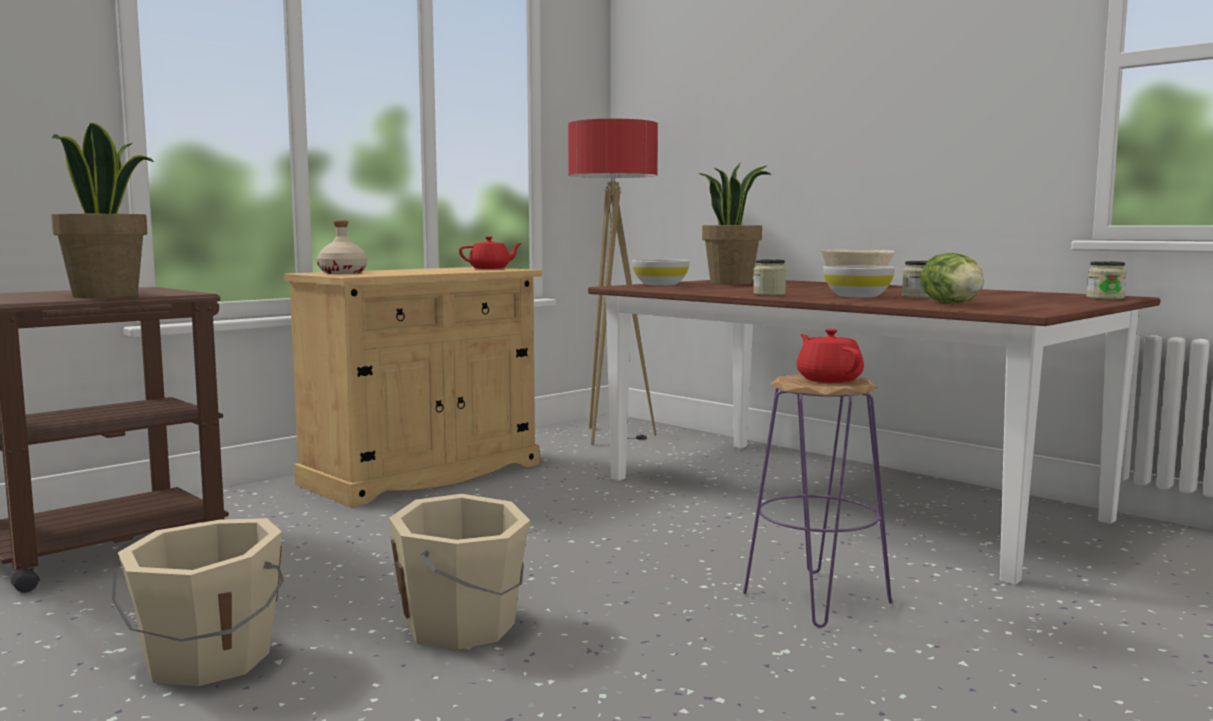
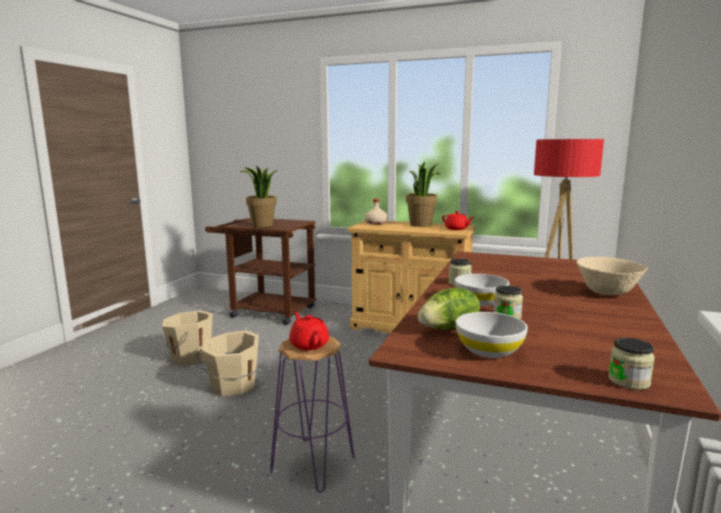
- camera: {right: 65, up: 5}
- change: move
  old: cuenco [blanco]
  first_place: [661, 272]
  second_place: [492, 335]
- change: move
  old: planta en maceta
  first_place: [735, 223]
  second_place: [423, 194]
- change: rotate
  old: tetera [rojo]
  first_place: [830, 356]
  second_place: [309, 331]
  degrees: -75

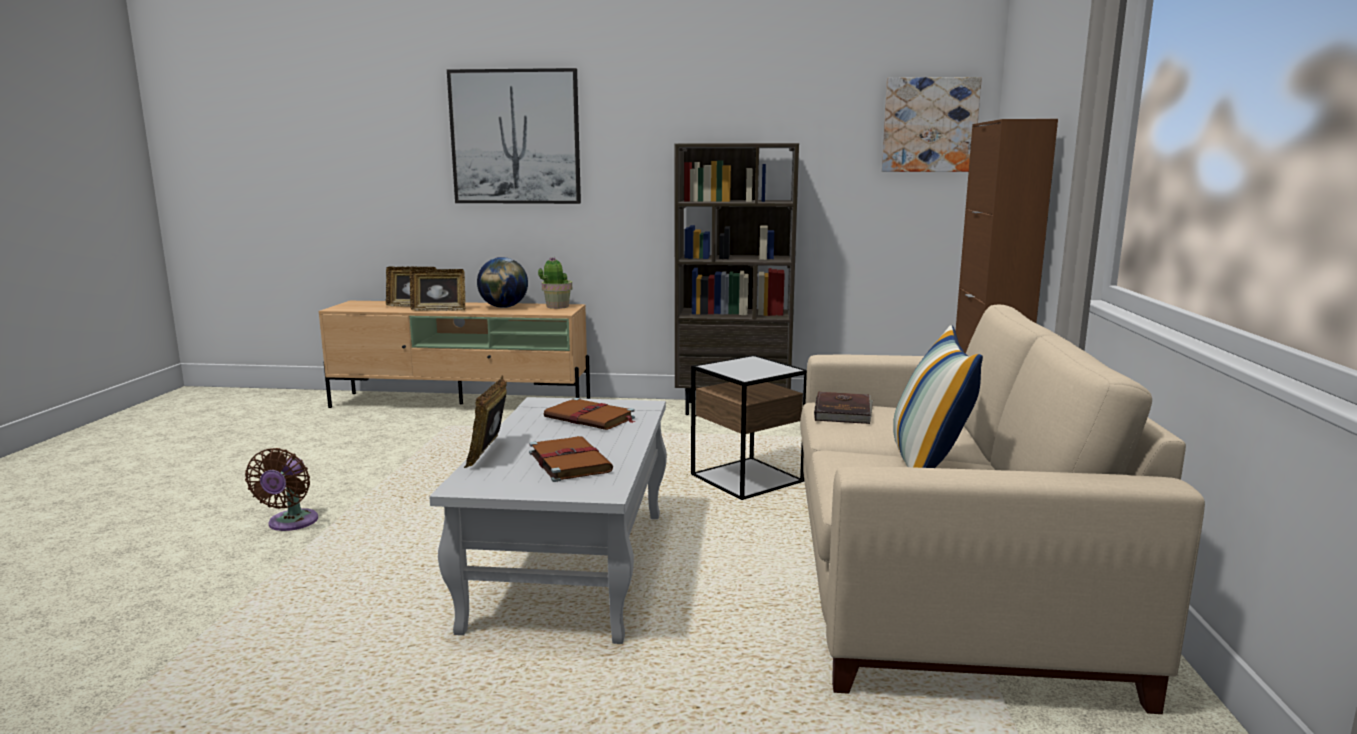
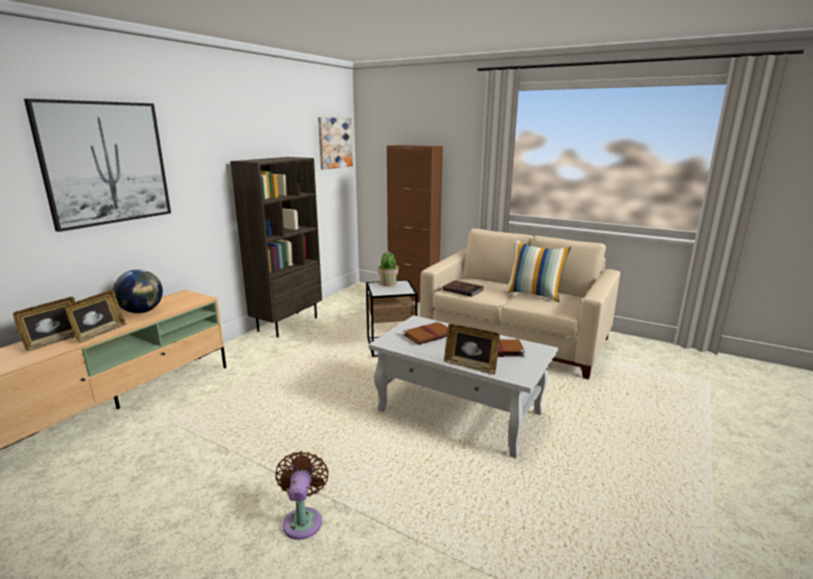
- camera: {right: -65, up: 5}
- change: move
  old: planta en maceta
  first_place: [555, 283]
  second_place: [388, 268]
- change: rotate
  old: ventilador [marrón]
  first_place: [281, 489]
  second_place: [302, 495]
  degrees: -120

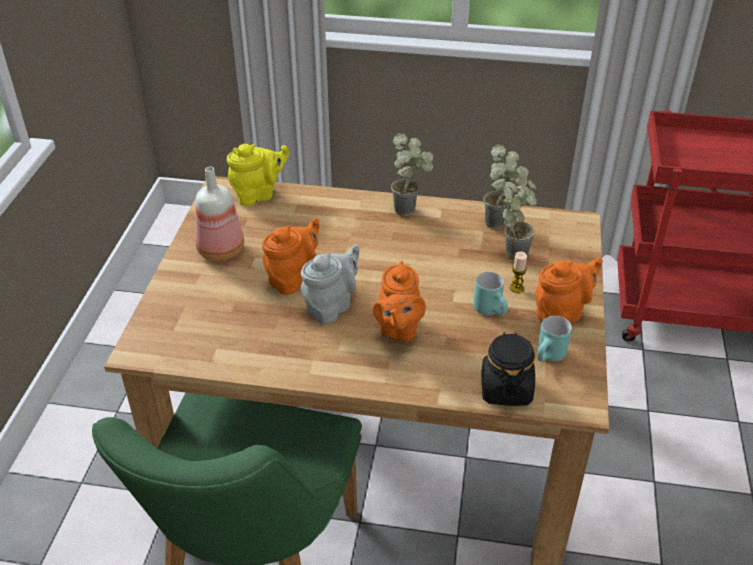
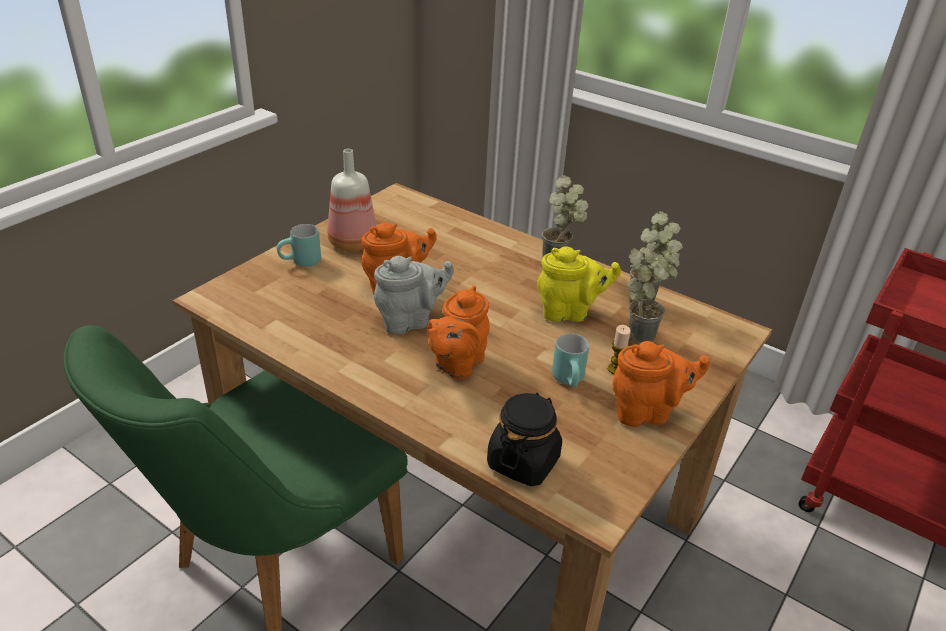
- camera: {right: 25, up: -5}
- change: move
  old: tetera [amarillo]
  first_place: [258, 175]
  second_place: [579, 284]
- change: move
  old: taza grande [turquesa]
  first_place: [554, 339]
  second_place: [299, 245]

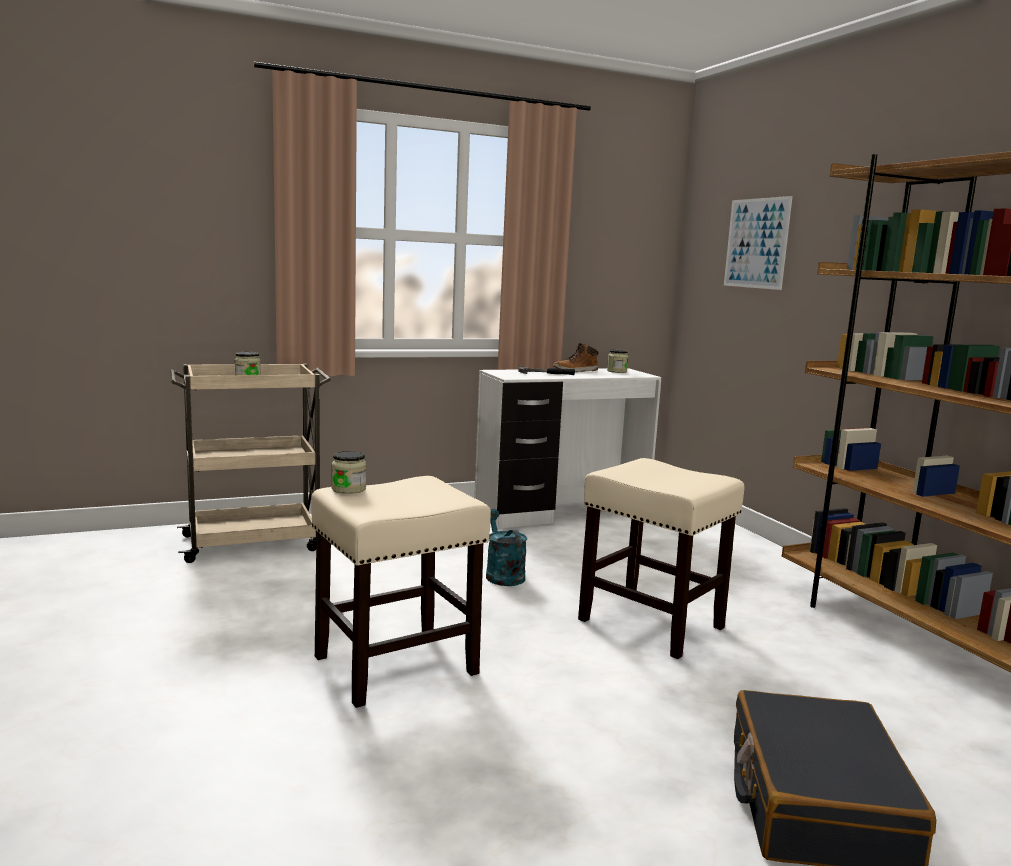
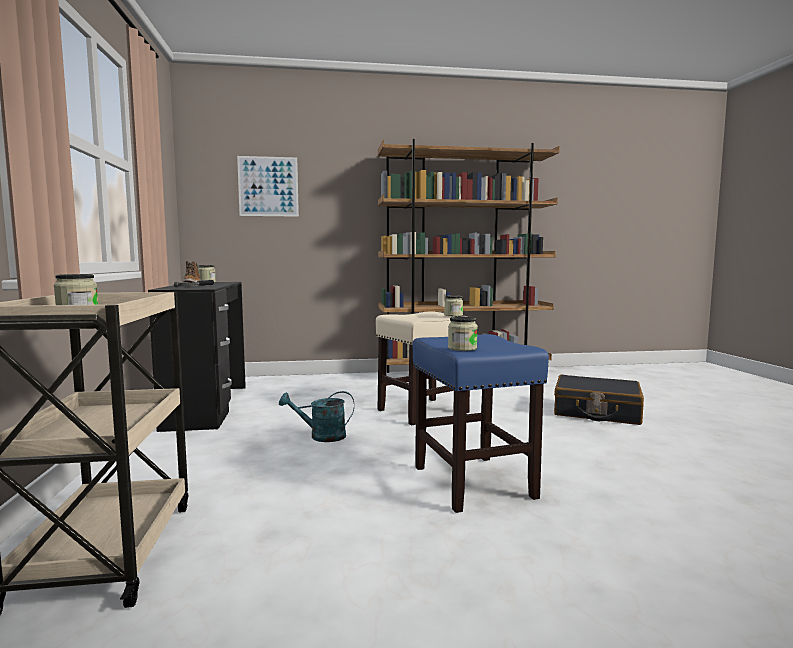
- camera: {right: -75, up: -5}
- change: insert
  new: tarro
  second_place: [453, 305]
- change: recolor
  old: taburete [beis]
  new: taburete [azul]
  first_place: [401, 592]
  second_place: [480, 423]
- change: recolor
  old: escritorio [blanco]
  new: escritorio [negro]
  first_place: [567, 448]
  second_place: [197, 357]

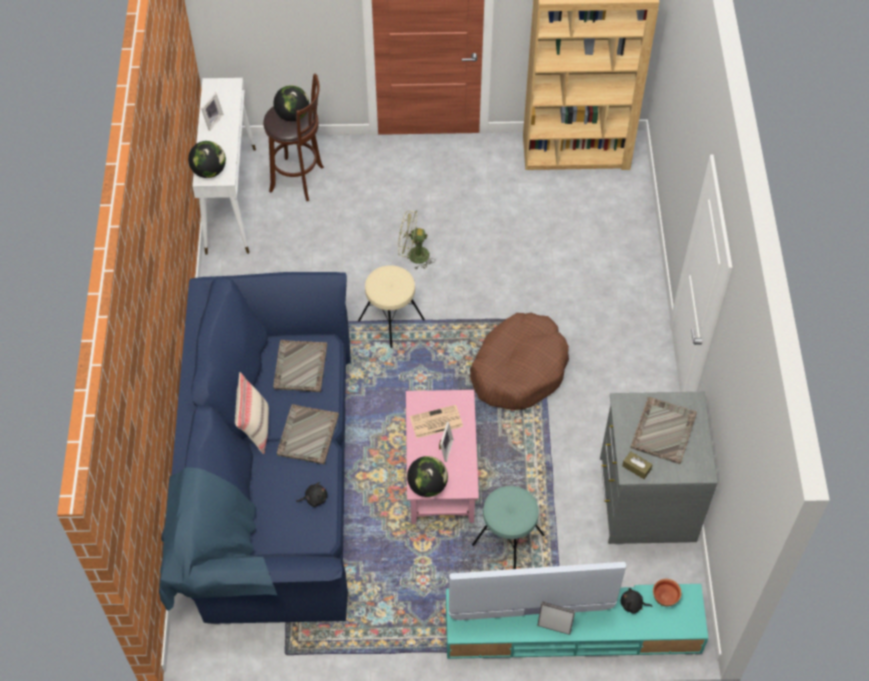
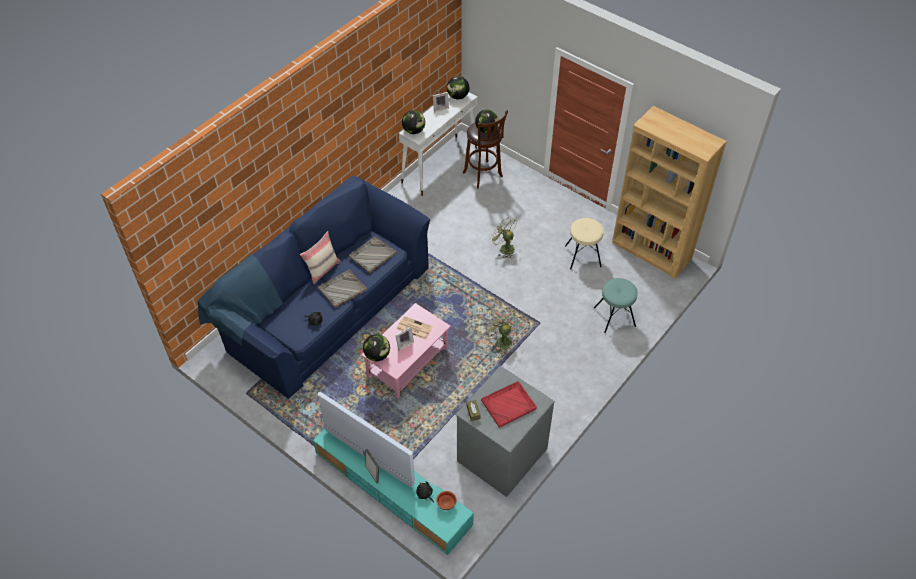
- camera: {right: 40, up: -5}
- change: insert
  new: globo terráqueo
  second_place: [458, 87]
- change: move
  old: taburete [beis]
  first_place: [391, 306]
  second_place: [584, 244]
- change: move
  old: taburete [turquesa]
  first_place: [508, 527]
  second_place: [616, 305]
- change: replace
  old: cama para perro [marrón]
  new: ventilador [verde]
  first_place: [519, 361]
  second_place: [501, 331]
- change: recolor
  old: bandeja [gris]
  new: bandeja [rojo]
  first_place: [664, 430]
  second_place: [509, 404]

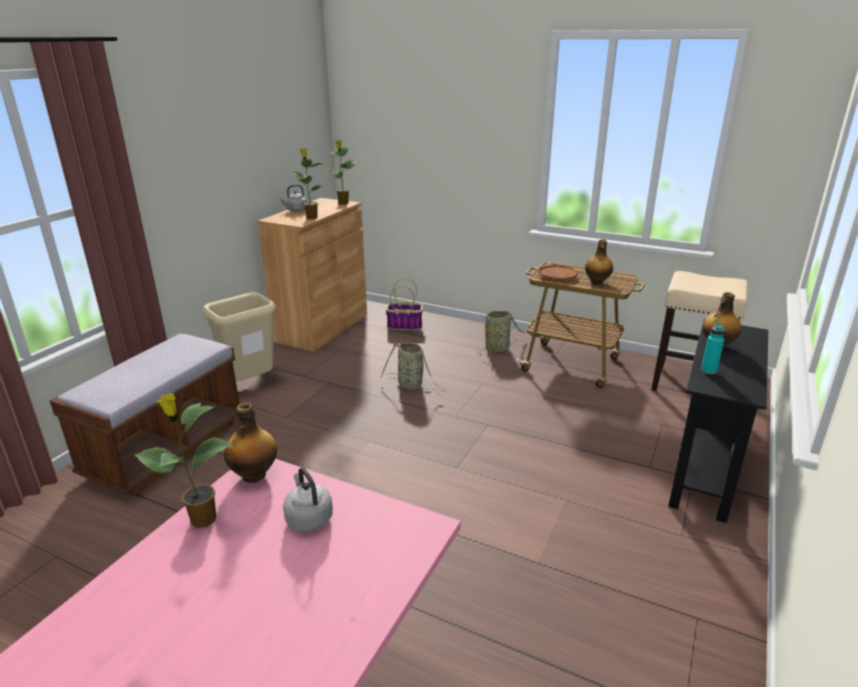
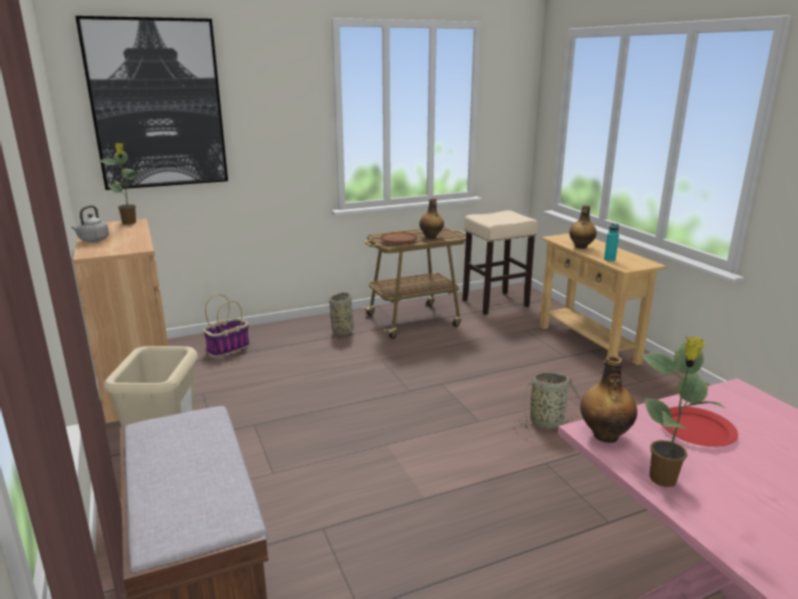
- camera: {right: -50, up: -5}
- change: delete
  old: planta en maceta
  first_place: [307, 183]
- change: insert
  new: cuadro
  second_place: [151, 103]
- change: move
  old: cesta
  first_place: [412, 367]
  second_place: [547, 400]
- change: replace
  old: hervidor [gris]
  new: plato [rojo]
  first_place: [308, 499]
  second_place: [699, 426]
- change: recolor
  old: mesa consola [negro]
  new: mesa consola [beis]
  first_place: [718, 421]
  second_place: [603, 299]

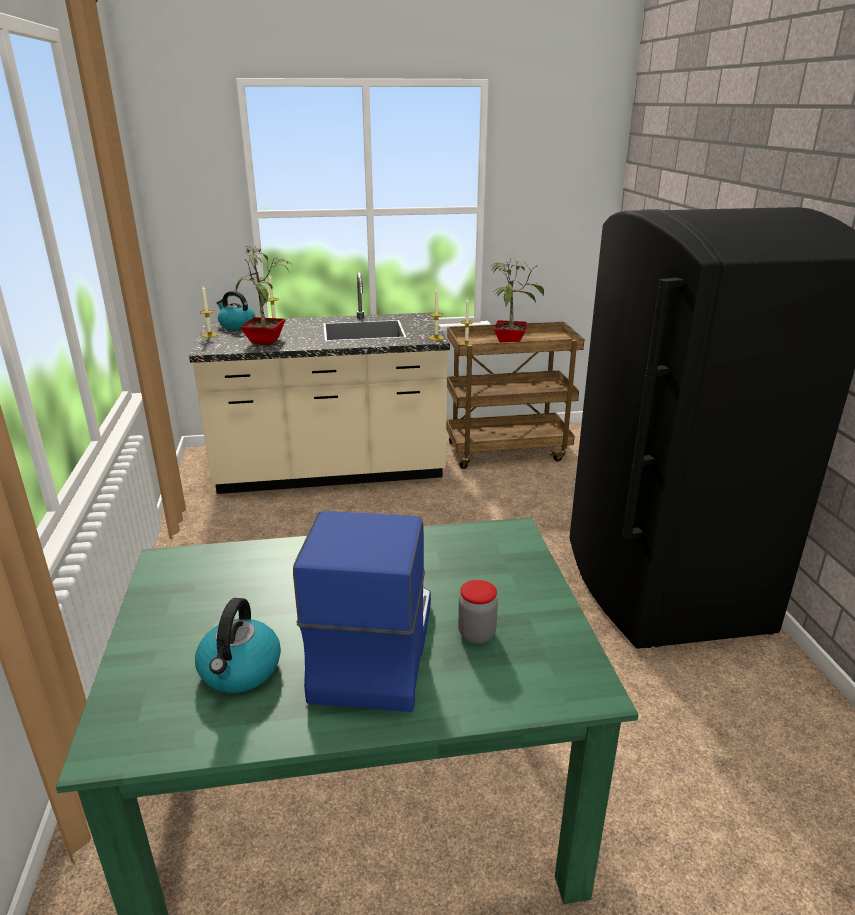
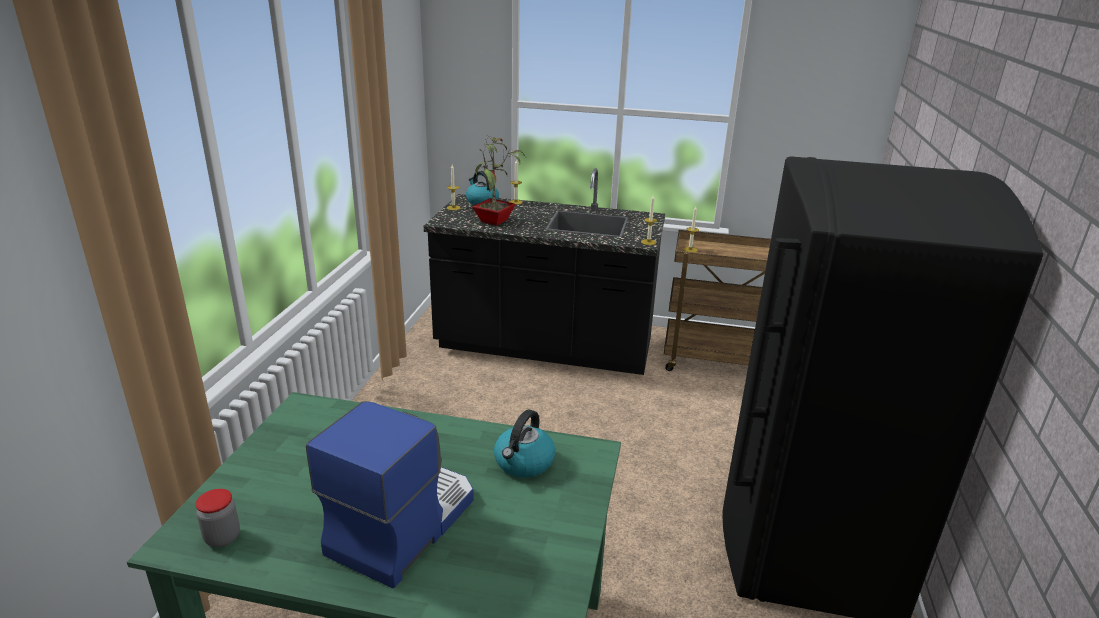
- camera: {right: 20, up: 0}
- change: delete
  old: planta en maceta
  first_place: [516, 301]
- change: move
  old: hervidor
  first_place: [238, 645]
  second_place: [524, 443]
- change: move
  old: tarro
  first_place: [478, 612]
  second_place: [218, 518]
- change: recolor
  old: mueble bajo de cocina [beis]
  new: mueble bajo de cocina [negro]
  first_place: [319, 383]
  second_place: [544, 271]

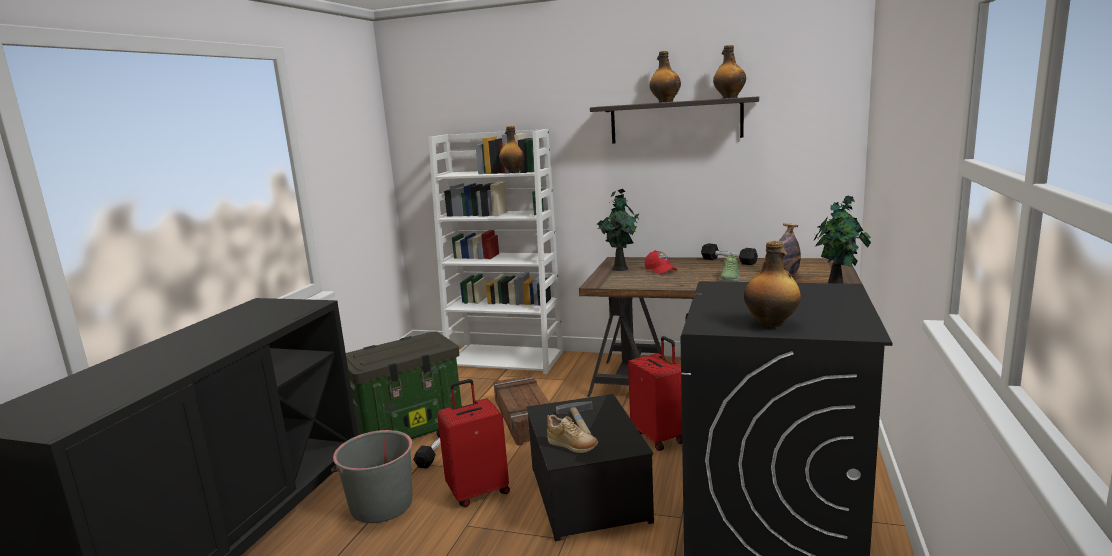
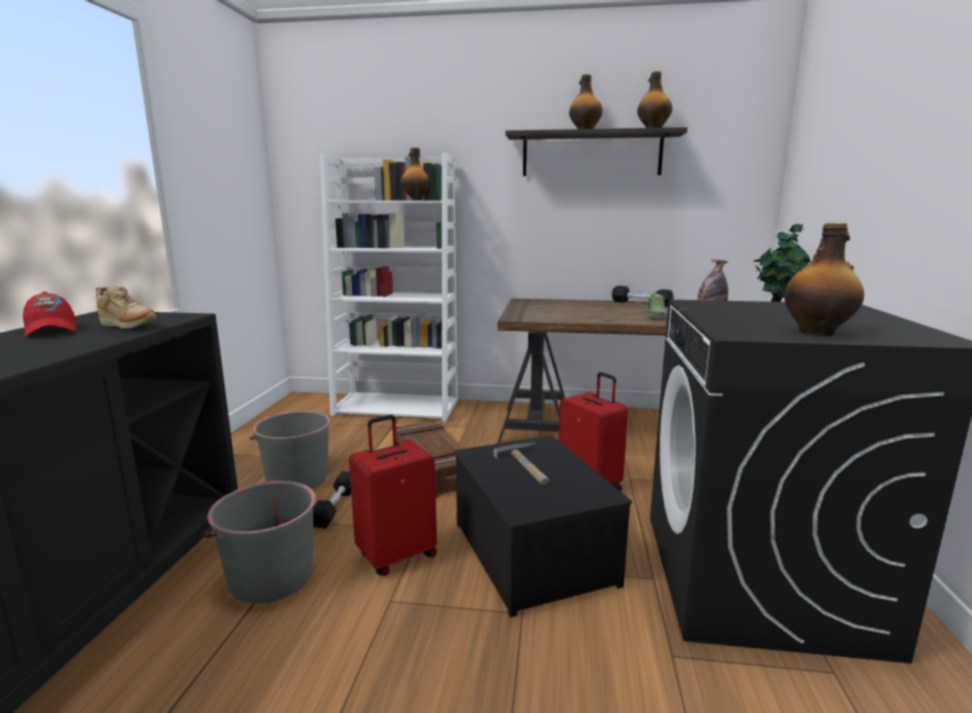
- camera: {right: -10, up: 0}
- change: delete
  old: planta en maceta
  first_place: [618, 230]
- change: move
  old: zapato [beis]
  first_place: [572, 434]
  second_place: [126, 307]
- change: move
  old: gorra [rojo]
  first_place: [661, 262]
  second_place: [49, 314]
- change: replace
  old: caja de almacenaje
  new: cubo [gris]
  first_place: [404, 385]
  second_place: [290, 450]

